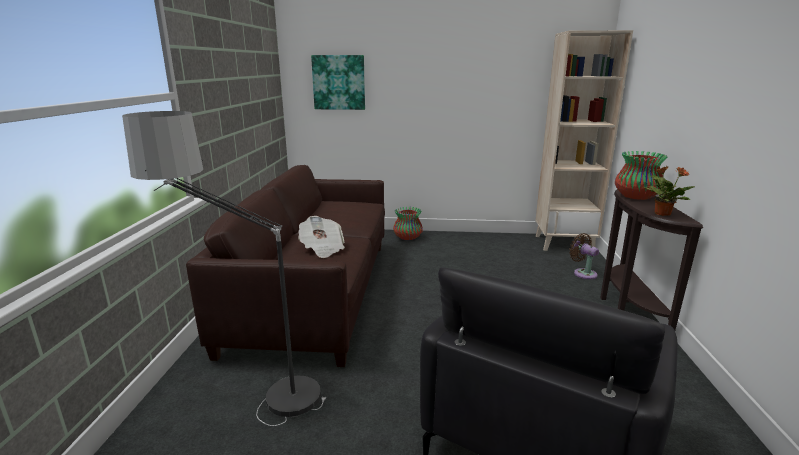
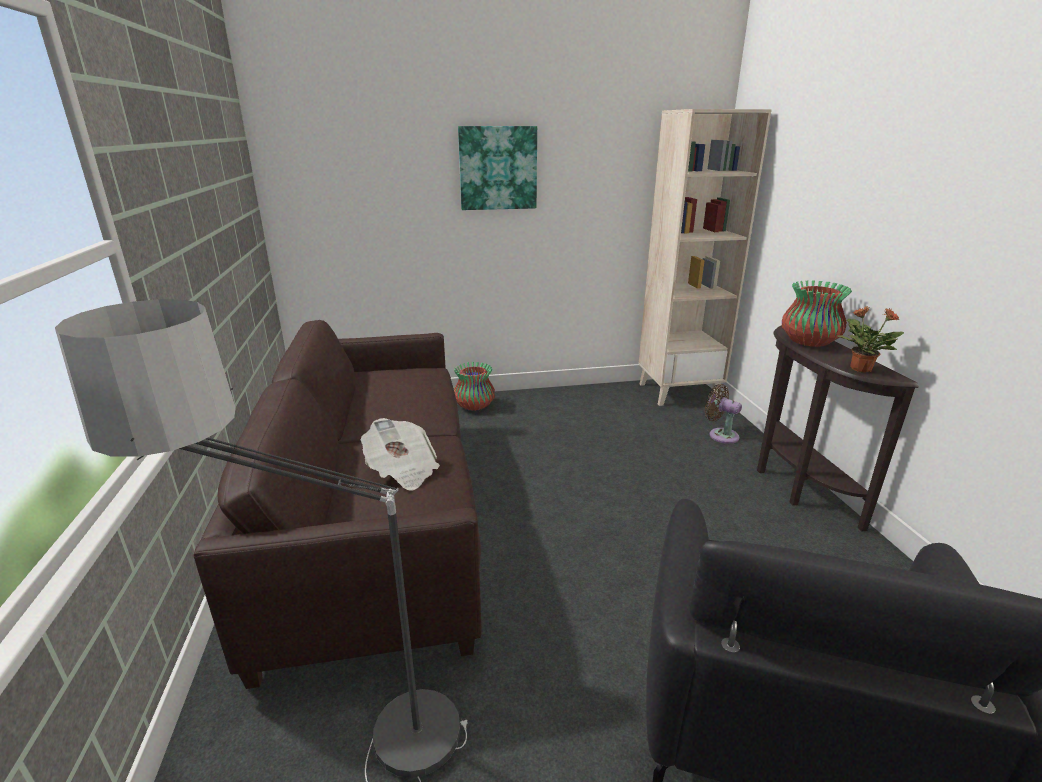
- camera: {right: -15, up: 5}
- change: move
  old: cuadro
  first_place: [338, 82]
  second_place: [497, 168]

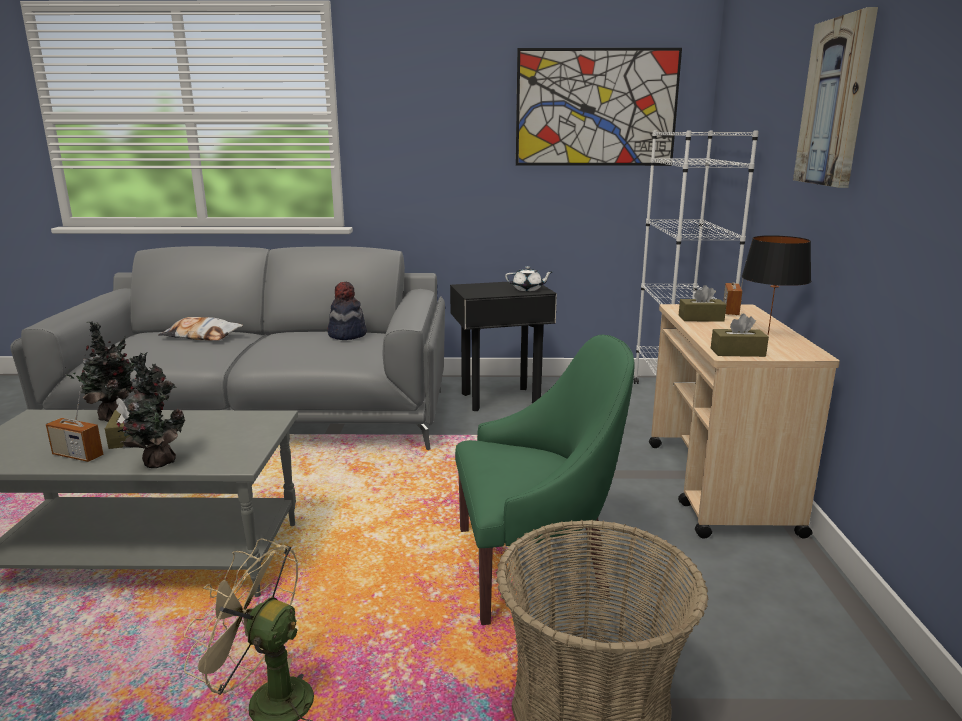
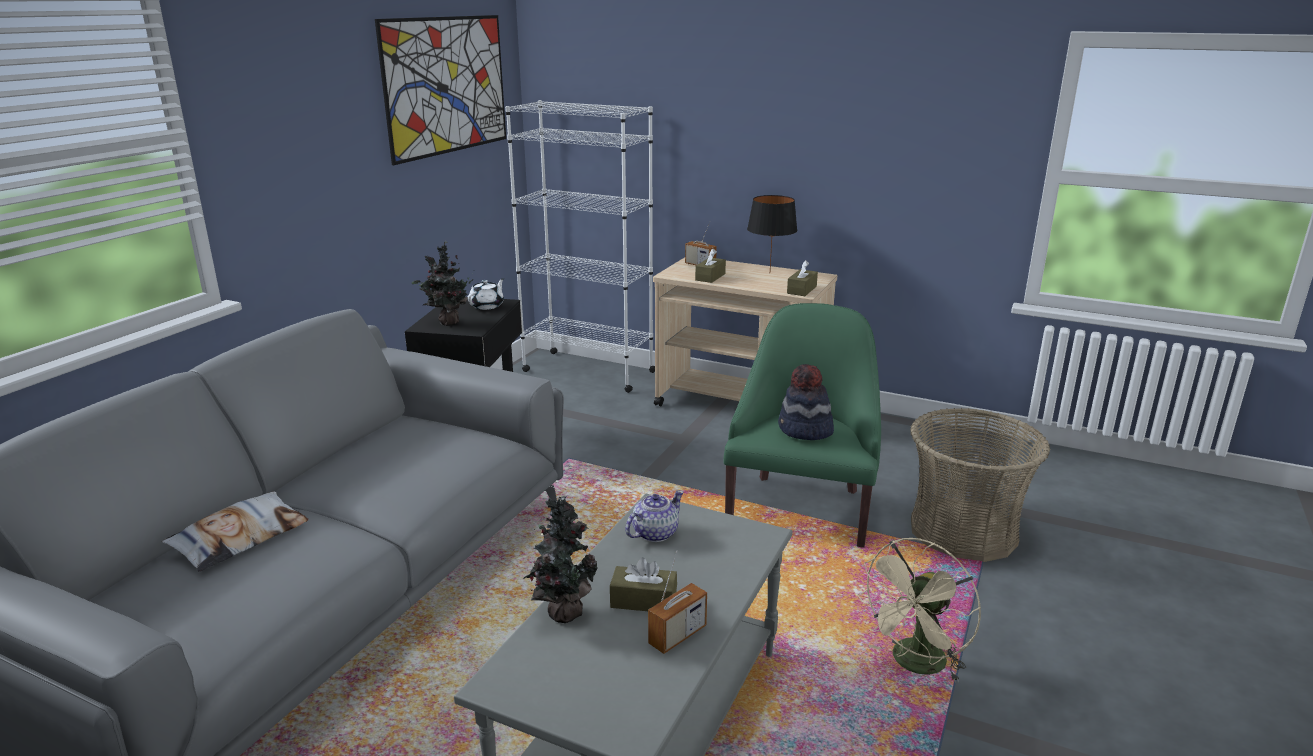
- camera: {right: -65, up: 5}
- change: delete
  old: cuadro
  first_place: [835, 97]
- change: insert
  new: tetera
  second_place: [654, 516]
- change: move
  old: planta en maceta
  first_place: [151, 410]
  second_place: [443, 283]
- change: move
  old: sombrero
  first_place: [347, 311]
  second_place: [806, 402]

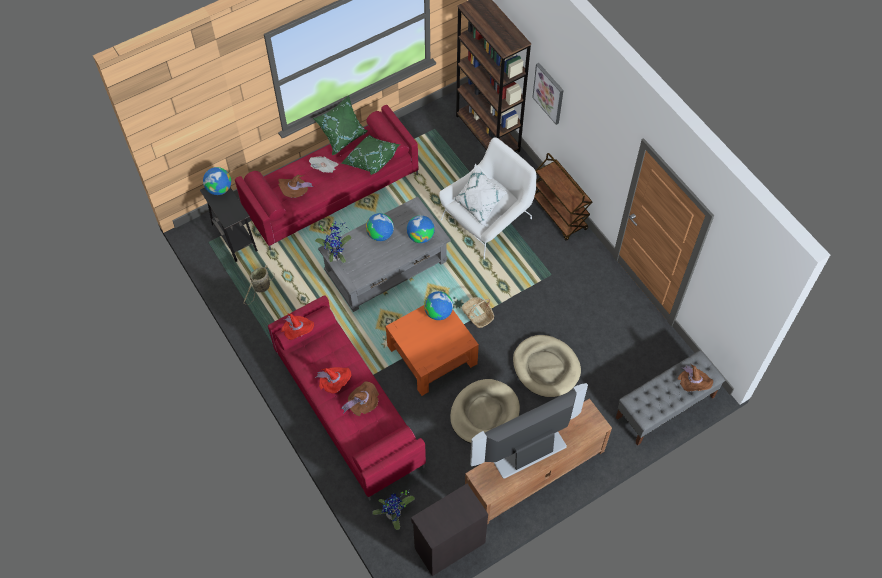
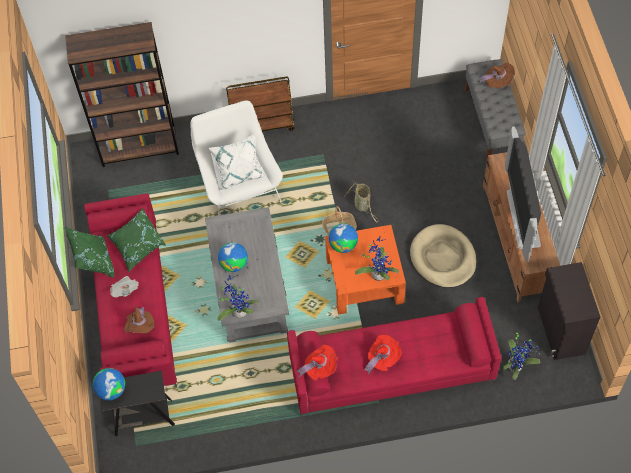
- camera: {right: -65, up: 0}
- change: delete
  old: sombrero [marrón]
  first_place: [360, 399]
- change: delete
  old: globo terráqueo
  first_place: [421, 229]
- change: delete
  old: cama para perro [beis]
  first_place: [547, 366]
- change: delete
  old: cuadro
  first_place: [548, 94]
- change: insert
  new: planta en maceta
  second_place: [377, 258]
- change: move
  old: cesta
  first_place: [259, 285]
  second_place: [361, 202]

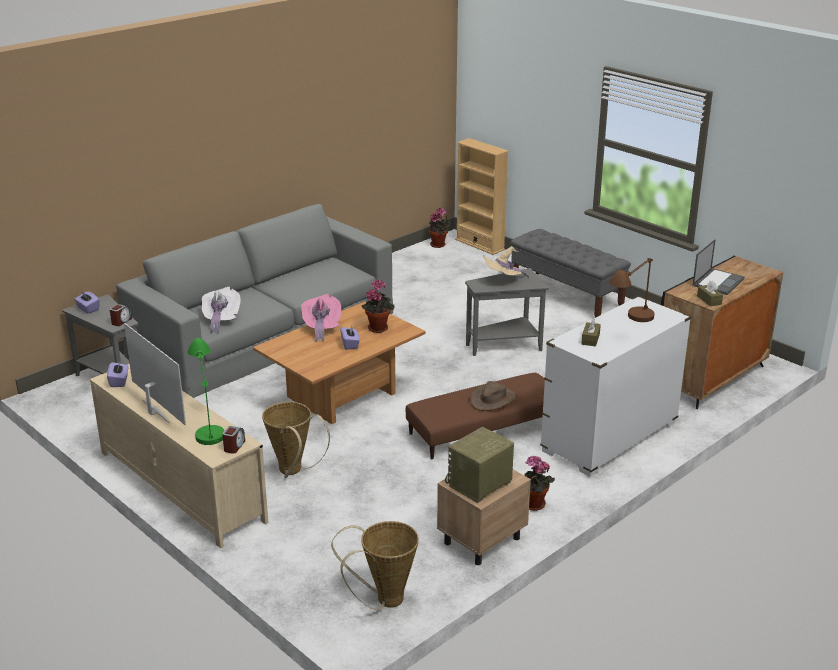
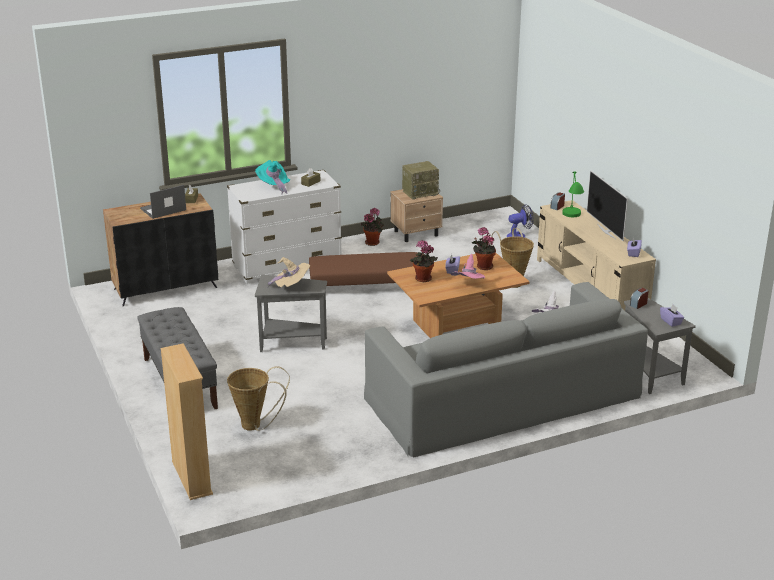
- camera: {right: -160, up: 0}
- change: delete
  old: sombrero [marrón]
  first_place: [493, 396]
- change: insert
  new: ventilador
  second_place: [520, 221]
- change: move
  old: cesta
  first_place: [375, 565]
  second_place: [258, 398]
- change: move
  old: planta en maceta
  first_place: [439, 228]
  second_place: [484, 248]
- change: replace
  old: lámpara de mesa [marrón]
  new: sombrero [turquesa]
  first_place: [632, 290]
  second_place: [272, 177]

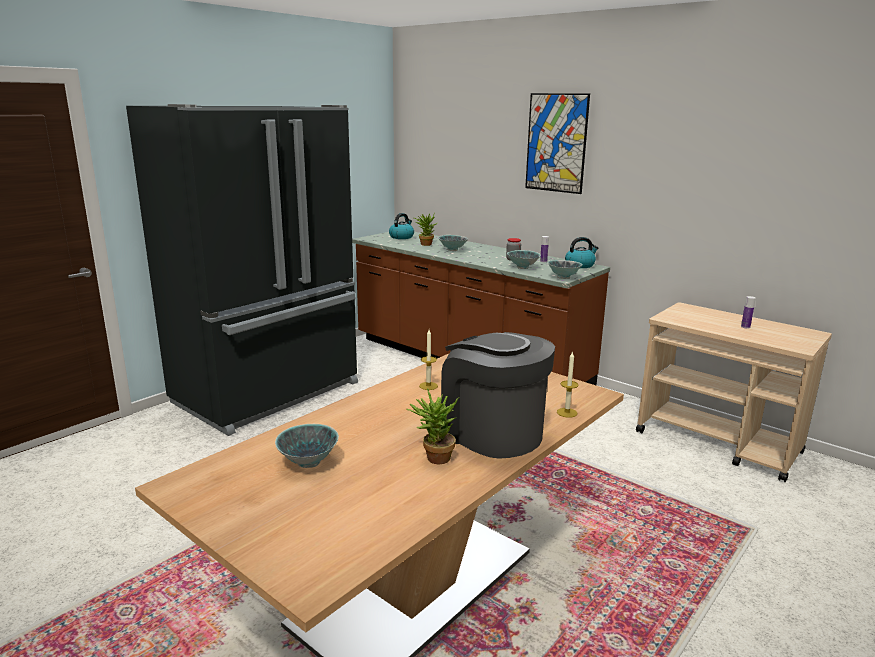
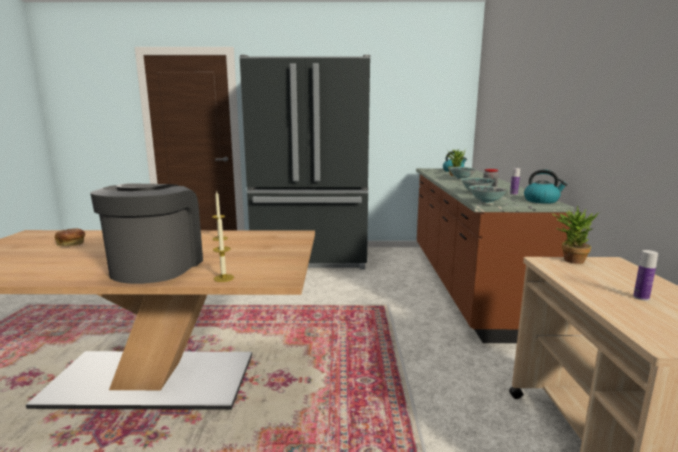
- camera: {right: 50, up: -5}
- change: delete
  old: cuadro
  first_place: [557, 143]
- change: move
  old: planta en maceta
  first_place: [432, 426]
  second_place: [575, 234]
- change: replace
  old: cuenco
  new: pan
  first_place: [307, 446]
  second_place: [70, 237]

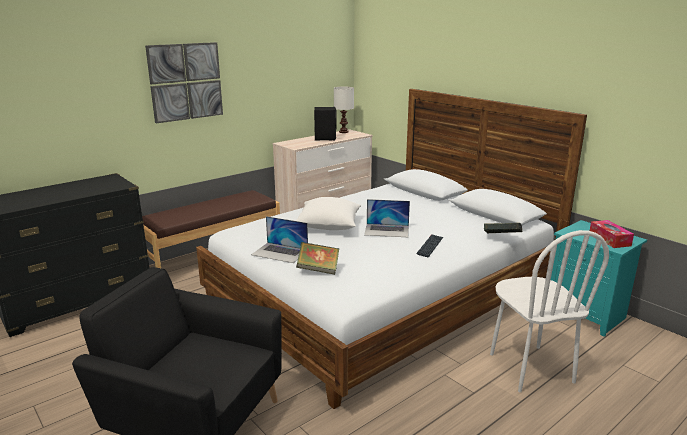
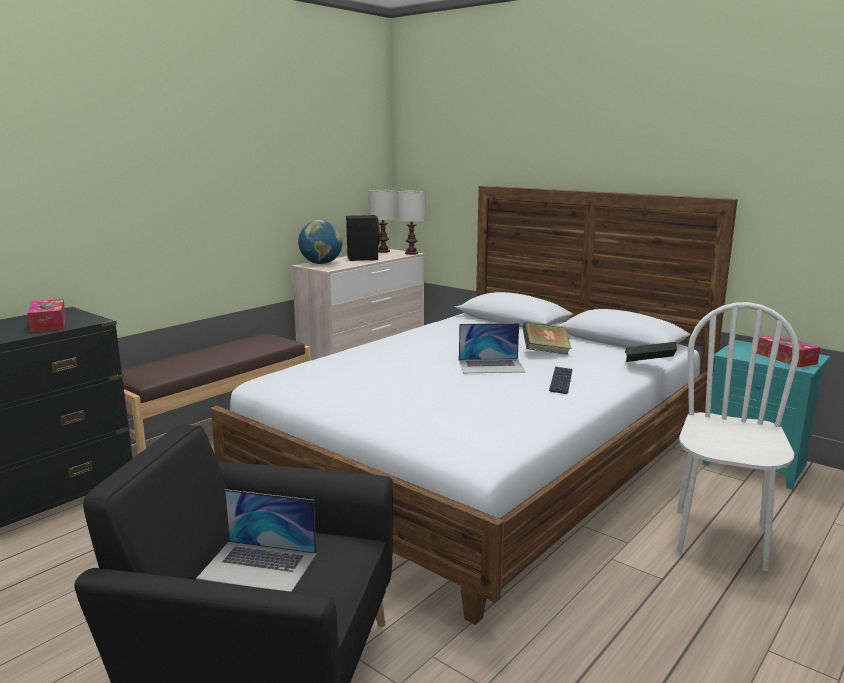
- camera: {right: -10, up: -5}
- change: delete
  old: cuadro
  first_place: [184, 82]
- change: delete
  old: cojín [blanco]
  first_place: [328, 213]
- change: insert
  new: caja de pañuelos
  second_place: [46, 315]
- change: insert
  new: globo terráqueo
  second_place: [320, 242]
- change: insert
  new: lámpara de mesa [blanco]
  second_place: [411, 223]
- change: move
  old: portátil
  first_place: [279, 239]
  second_place: [256, 540]
- change: move
  old: libro
  first_place: [317, 258]
  second_place: [547, 338]
- change: rotate
  old: silla [blanco]
  first_place: [549, 311]
  second_place: [738, 436]
  degrees: -135

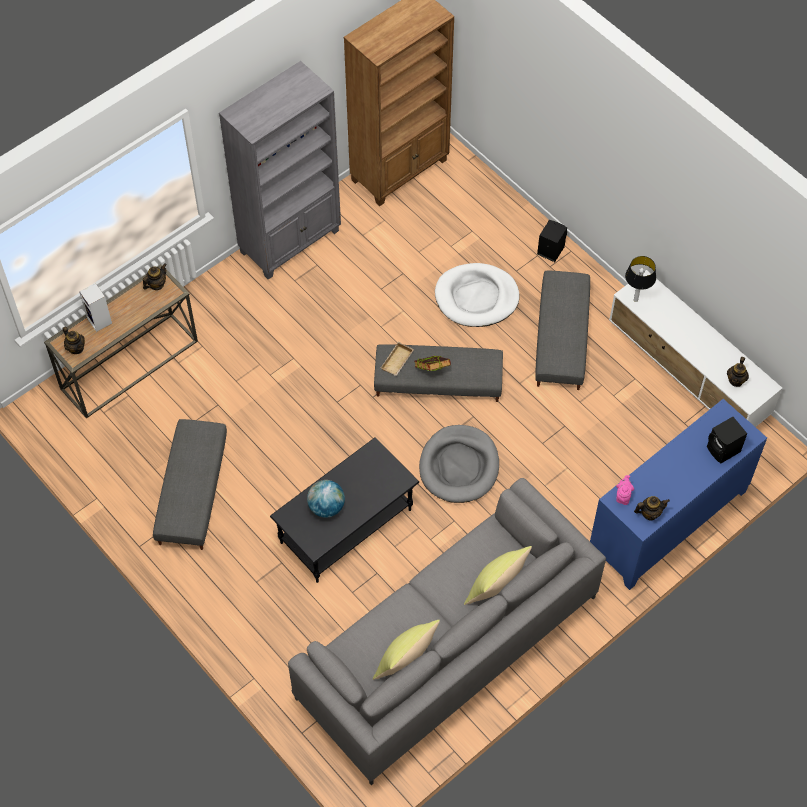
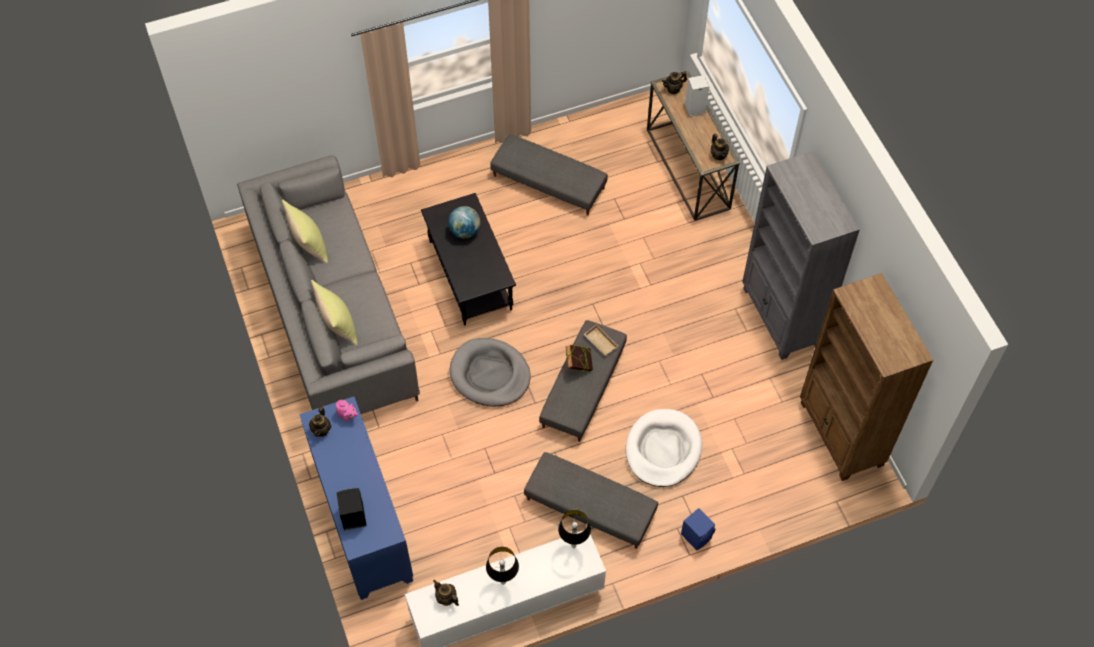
- camera: {right: 110, up: 0}
- change: insert
  new: lámpara de mesa
  second_place: [502, 566]
- change: recolor
  old: altavoz [negro]
  new: altavoz [azul]
  first_place: [552, 241]
  second_place: [698, 529]

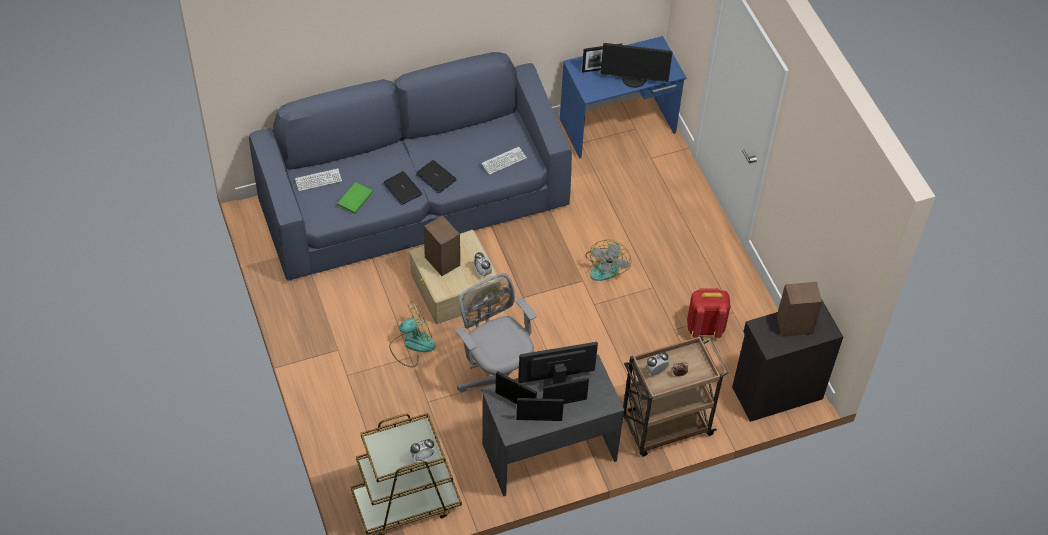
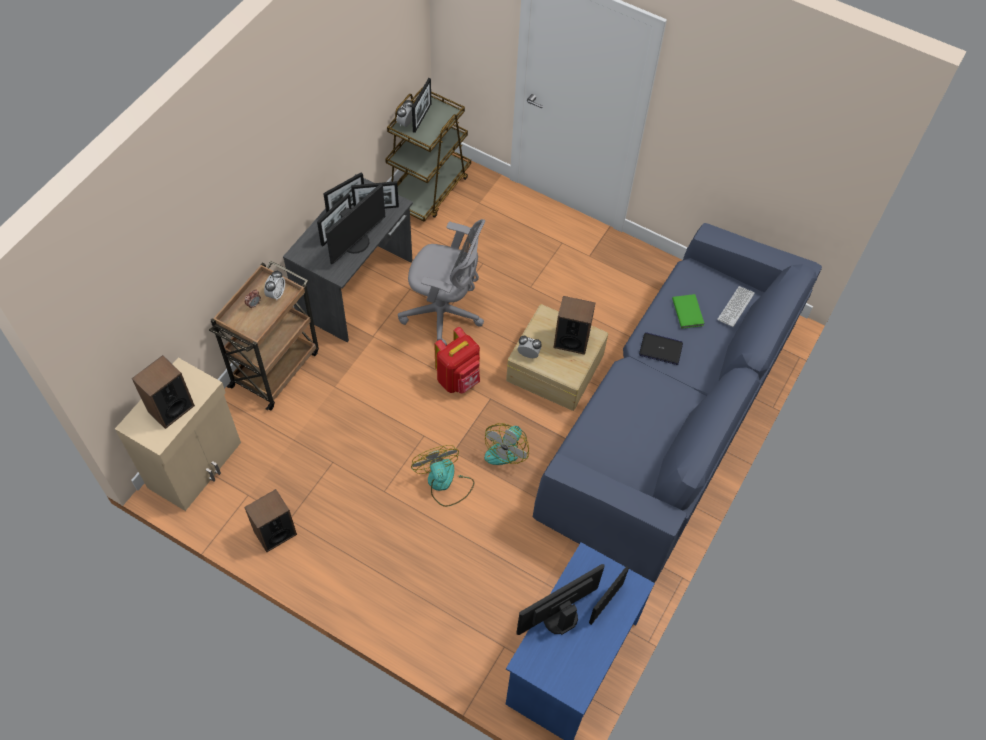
- camera: {right: 140, up: 5}
- change: delete
  old: portátil
  first_place: [436, 176]
- change: delete
  old: teclado
  first_place: [504, 161]
- change: insert
  new: altavoz
  second_place: [270, 520]
- change: insert
  new: portarretratos
  second_place: [421, 105]
- change: move
  old: ventilador
  first_place: [412, 334]
  second_place: [506, 444]
- change: move
  old: mochila [rojo]
  first_place: [709, 313]
  second_place: [457, 360]
- change: recolor
  old: armario [negro]
  new: armario [beis]
  first_place: [787, 361]
  second_place: [178, 434]

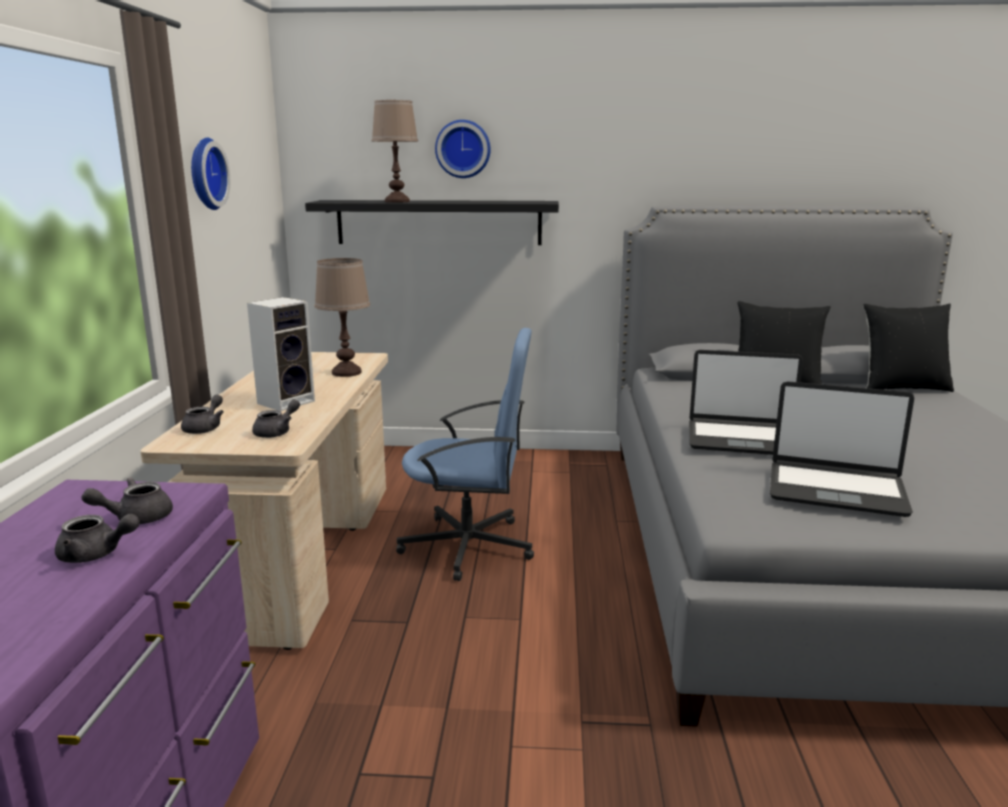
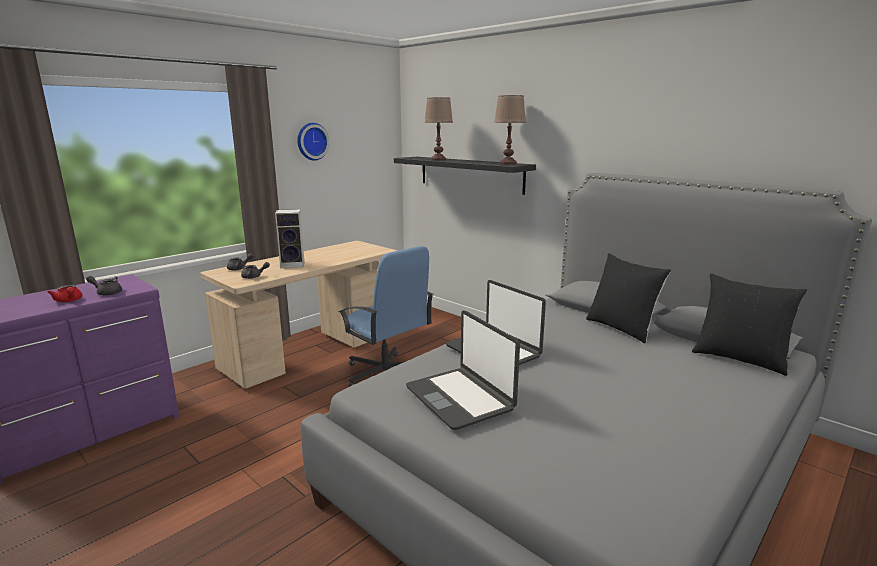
- camera: {right: 40, up: 0}
- change: delete
  old: reloj de pared
  first_place: [462, 149]
- change: move
  old: lámpara de mesa [marrón]
  first_place: [342, 317]
  second_place: [510, 130]
- change: recolor
  old: tetera [gris]
  new: tetera [rojo]
  first_place: [97, 538]
  second_place: [65, 293]

